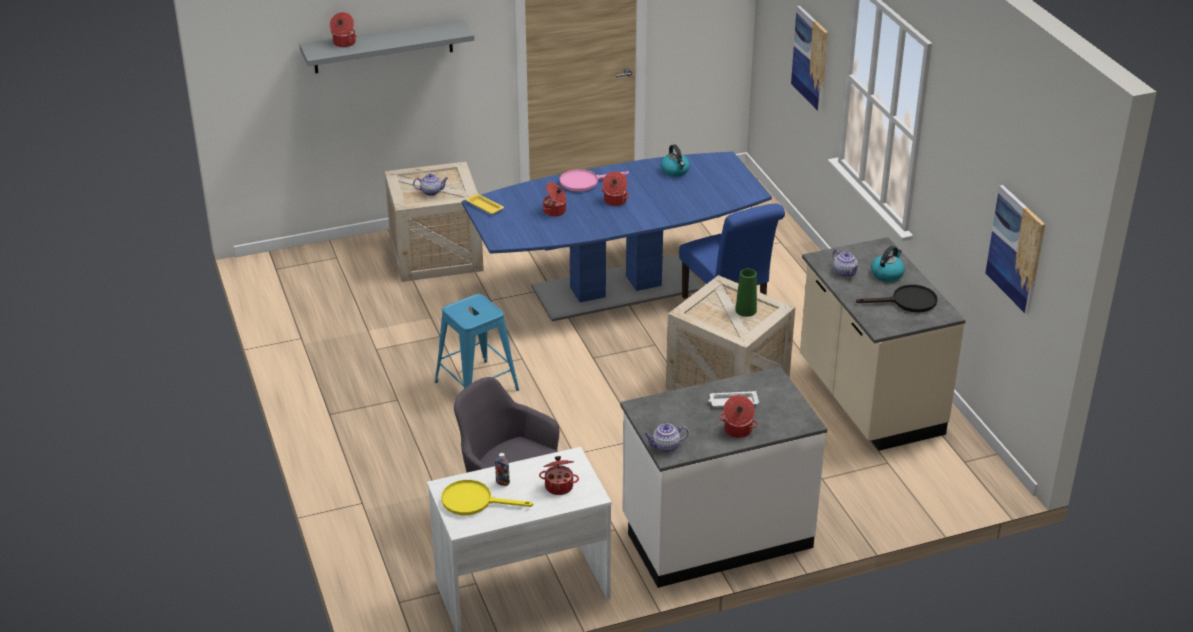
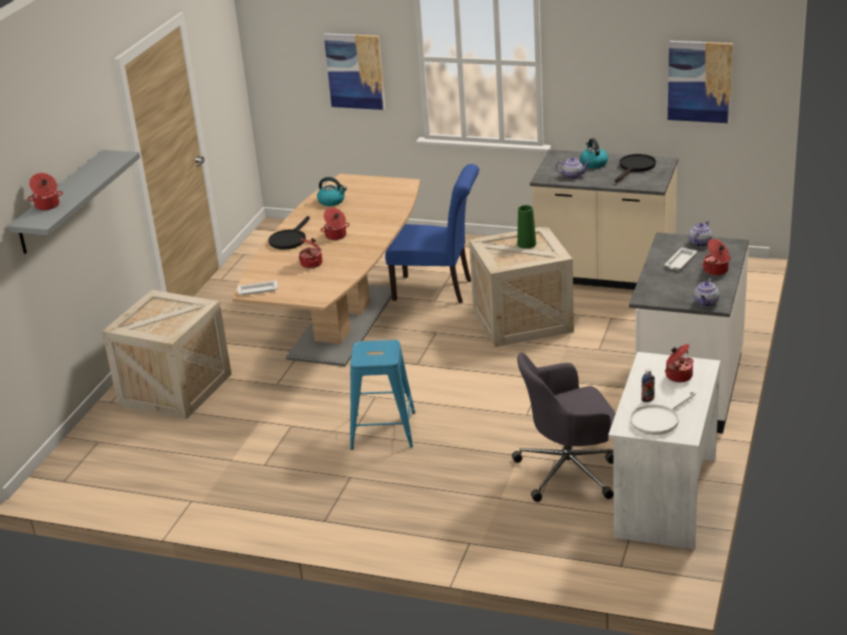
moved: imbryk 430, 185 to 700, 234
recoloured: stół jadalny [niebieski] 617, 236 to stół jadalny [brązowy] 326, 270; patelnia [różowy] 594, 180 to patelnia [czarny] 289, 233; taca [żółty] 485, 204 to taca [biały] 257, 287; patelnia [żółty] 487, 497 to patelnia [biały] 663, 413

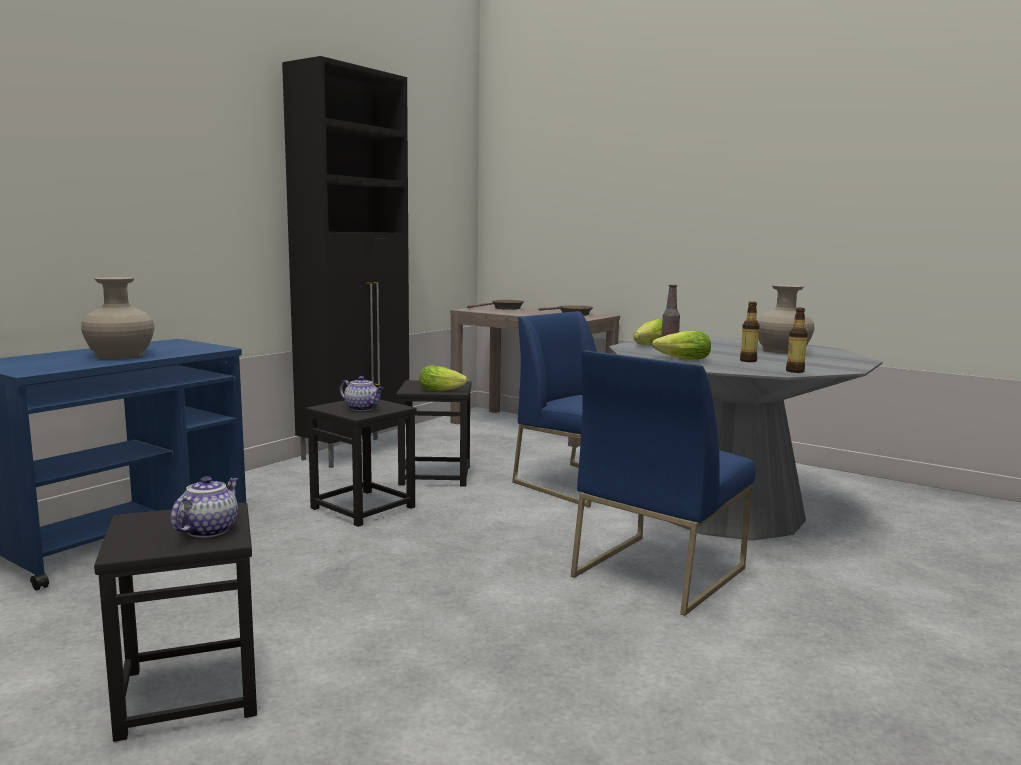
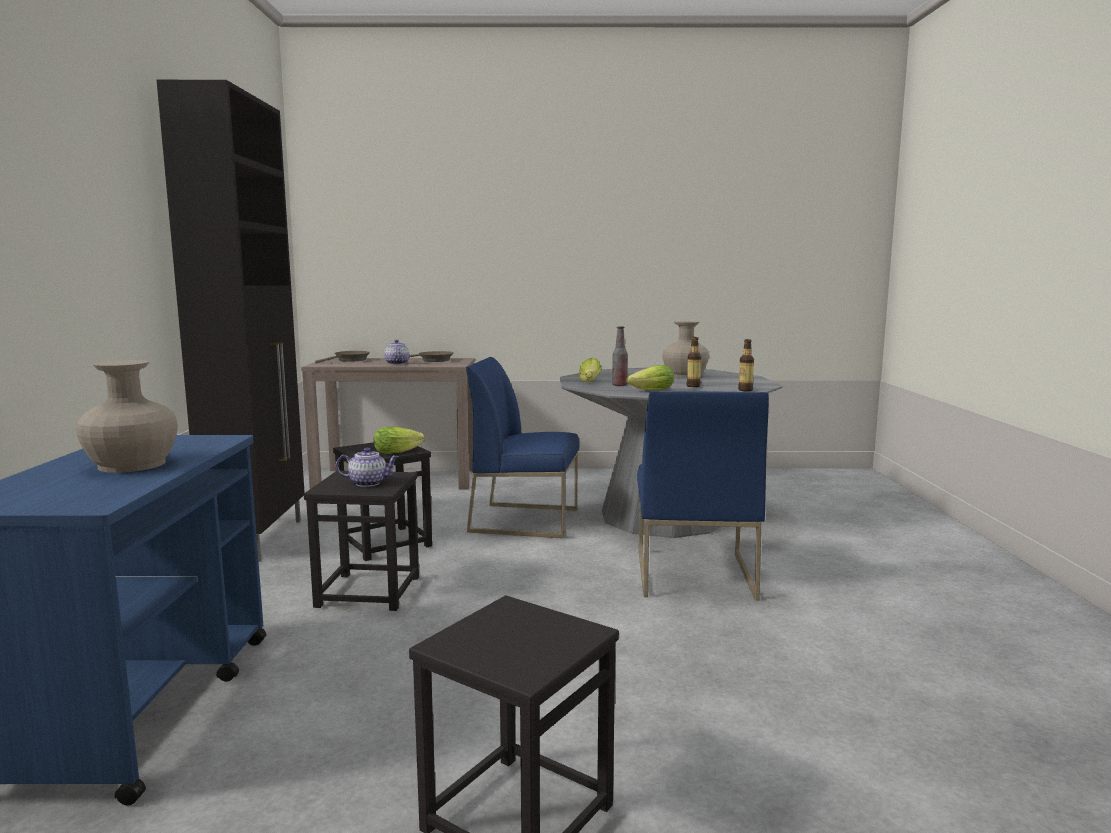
moved: imbryk 205, 507 to 397, 352

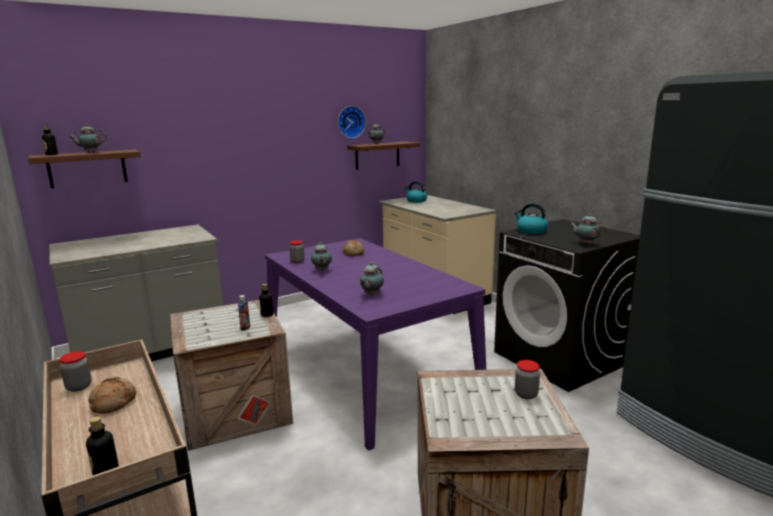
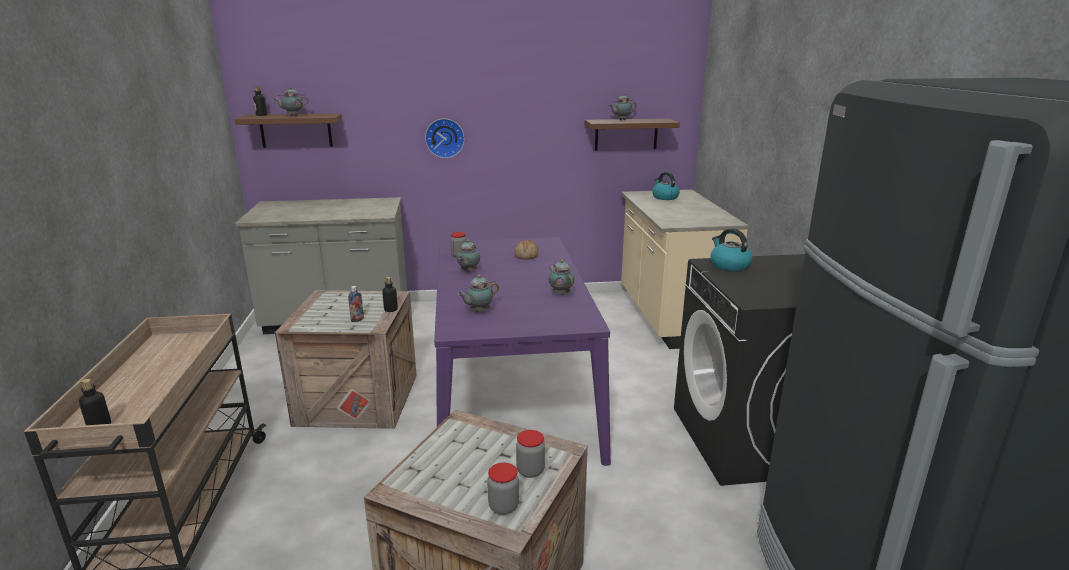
removed: chleb 112, 395
moved: zegar ścienny 352, 122 to 445, 138; imbryk 588, 229 to 562, 277; słoik 75, 371 to 503, 489

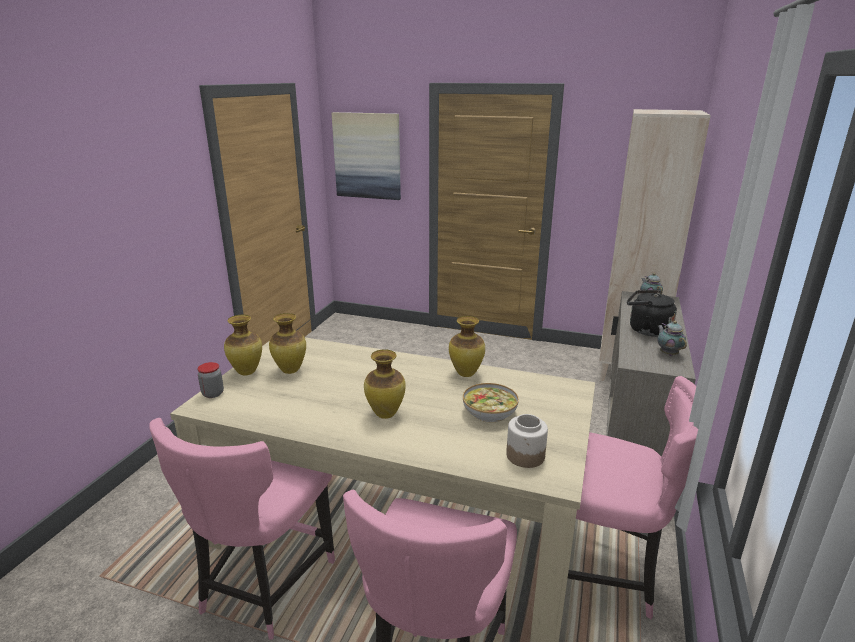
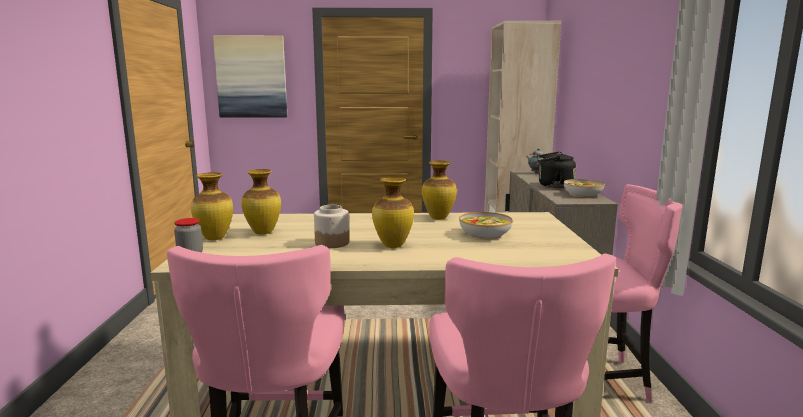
moved: słoik 527, 441 to 331, 226
replaced: imbryk 672, 338 to miska 584, 188

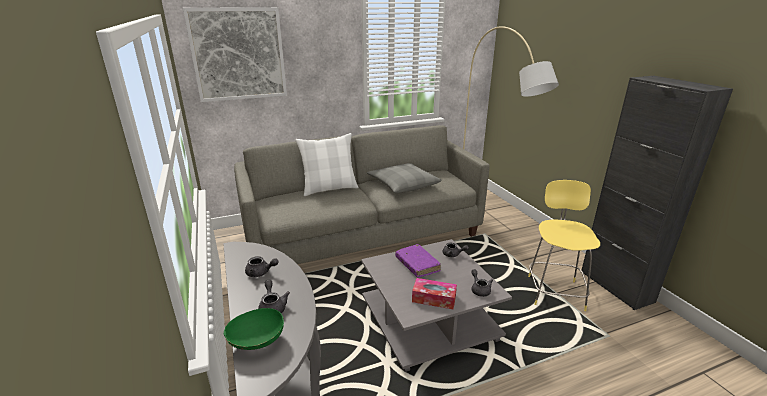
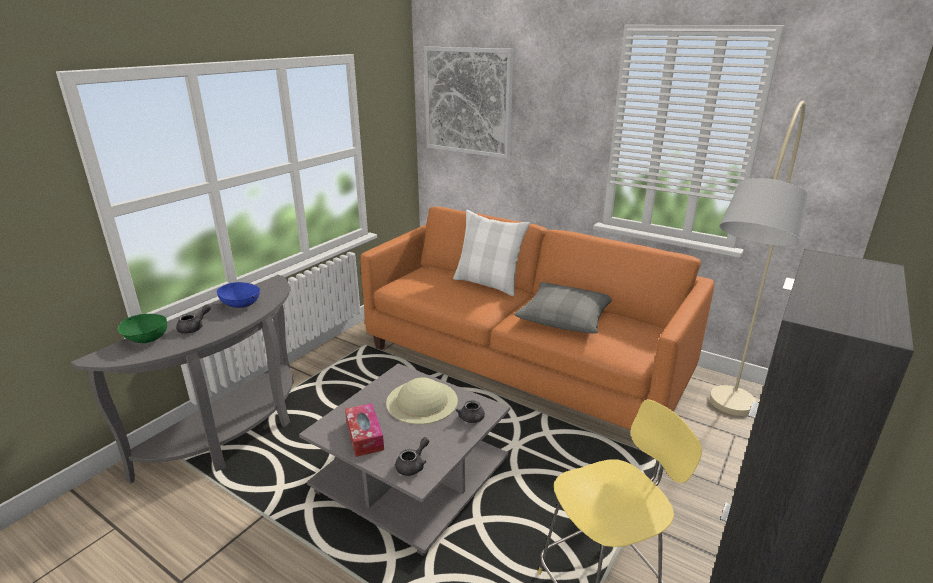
replaced: książka [fioletowy] 418, 260 to kapelusz [beżowy] 422, 400; imbryk [szary] 262, 266 to miska [niebieski] 238, 295
recoloured: kanapa [szary] 362, 194 to kanapa [pomarańczowy] 537, 327

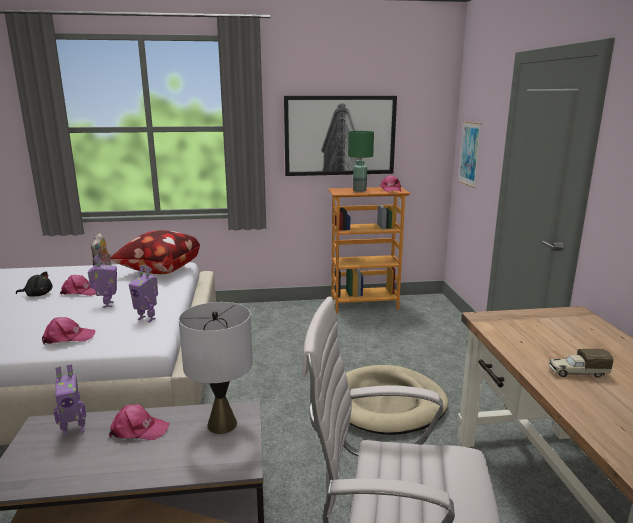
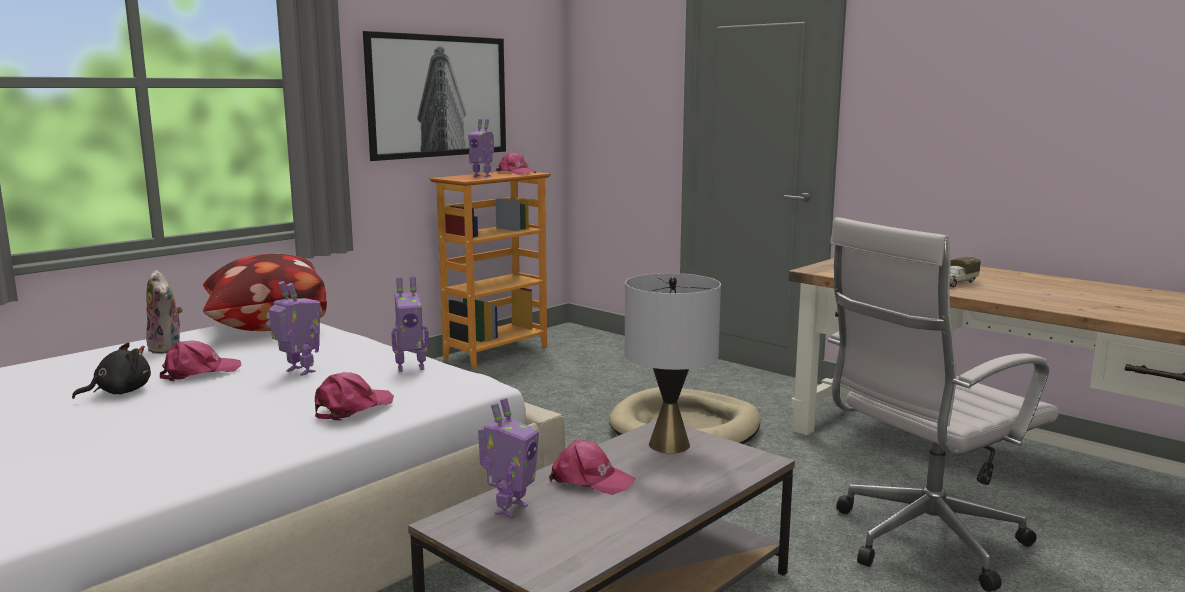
removed: obraz 470, 154
replaced: lampa stołowa [zielony] 361, 161 to robot zabawkowy 481, 148
turned: czapka z daszkiem [różowy] 139, 422 = 592, 467 60 degrees clockwise

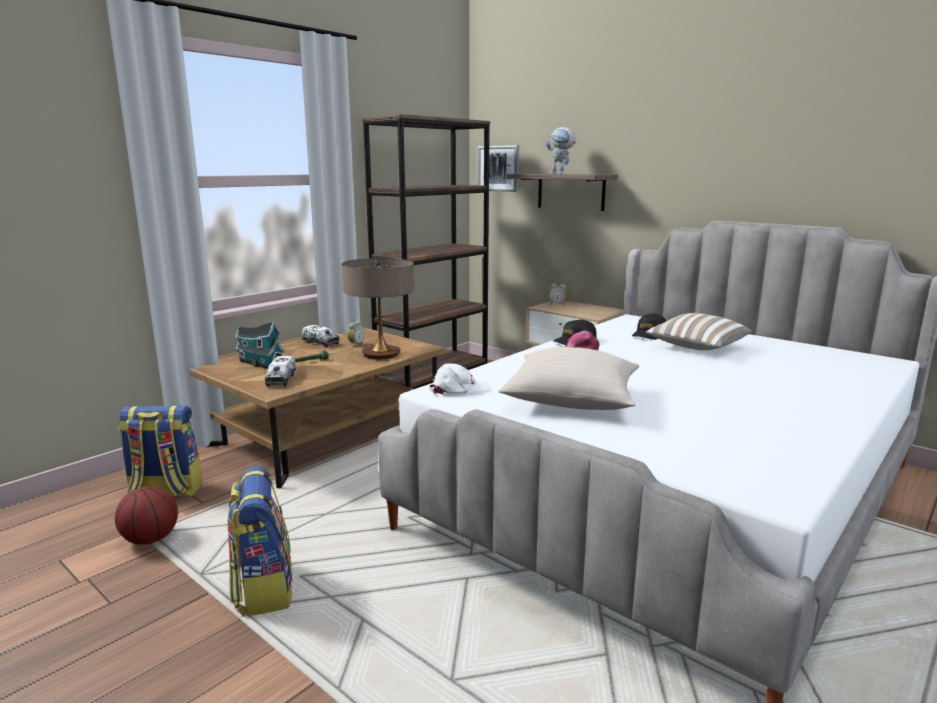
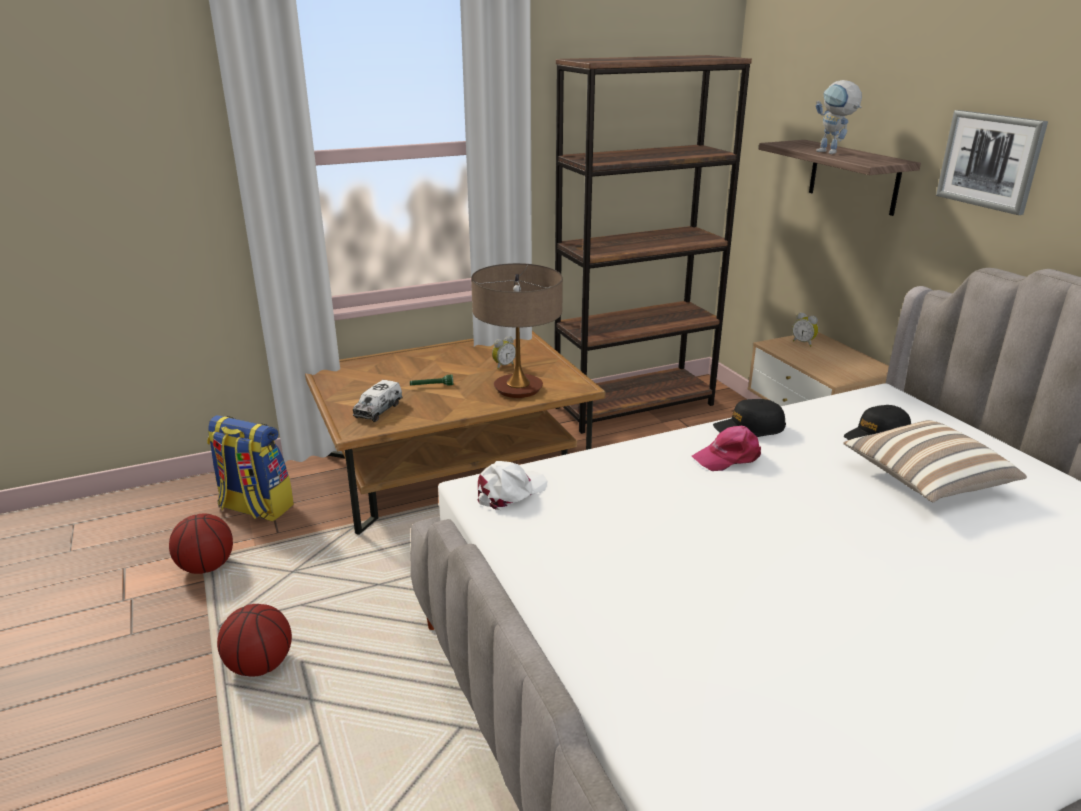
removed: domek 259, 345; ciężarówka zabawkowa 321, 336; poduszka [beżowy] 568, 378
moved: obraz 498, 168 to 992, 162
replaced: plecak 260, 541 to piłka do koszykówki 254, 640
turned: czapka z daszkiem [biały] 460, 379 = 513, 485 60 degrees counterclockwise

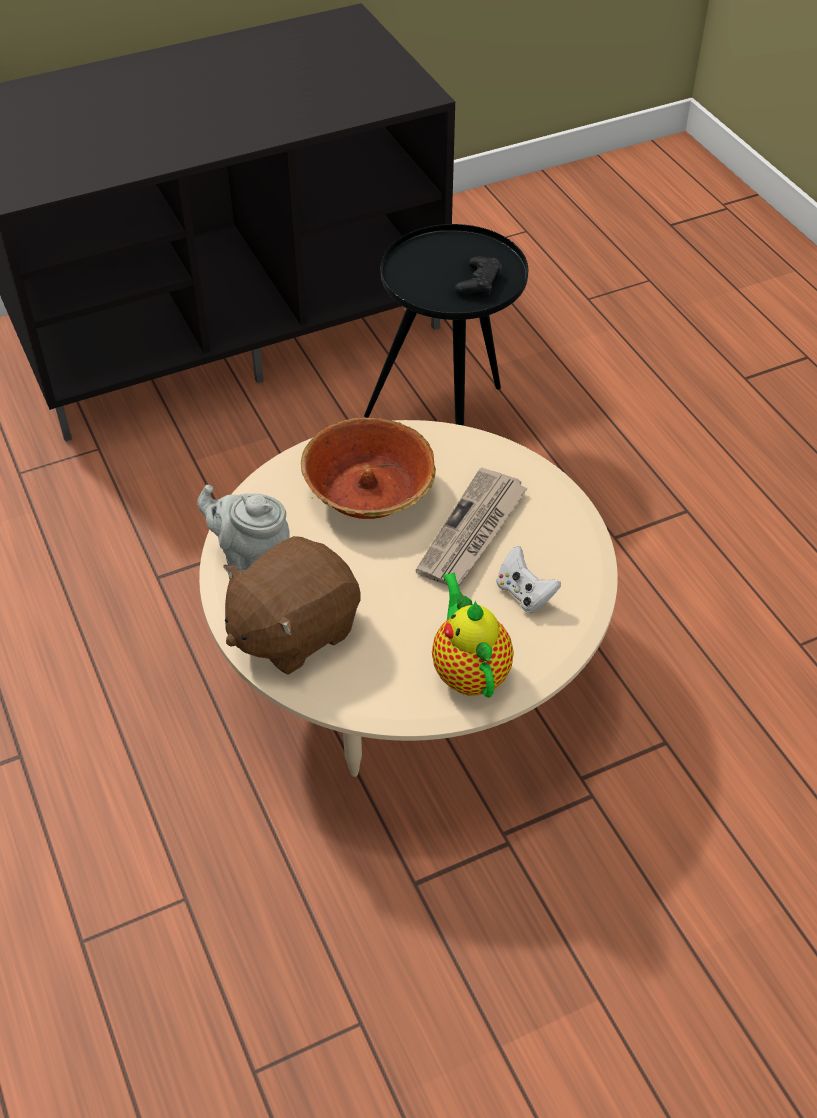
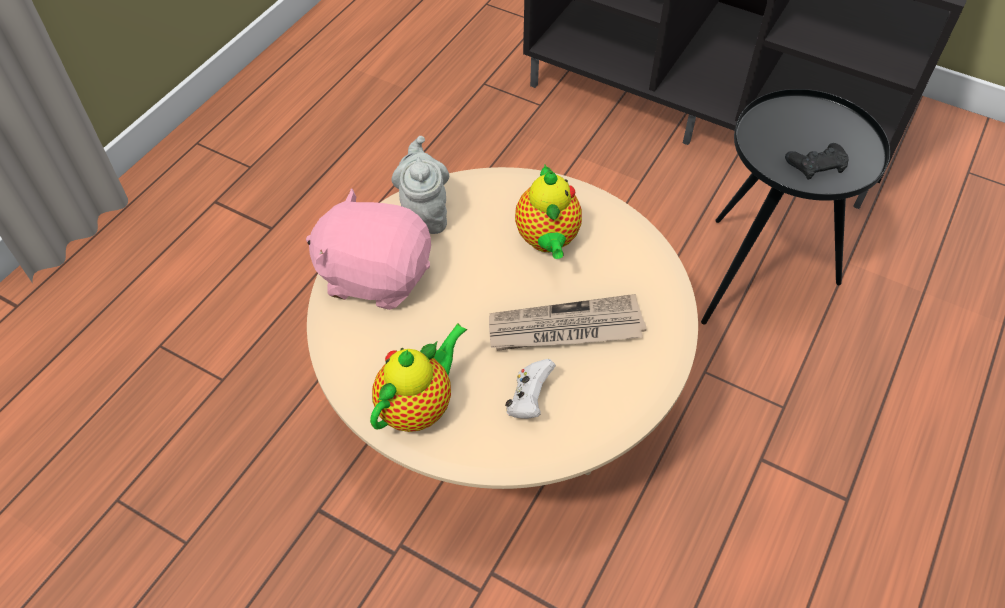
replaced: miska 368, 468 to imbryk 548, 211
recoloured: pluszak [brązowy] 292, 605 to pluszak [różowy] 368, 249

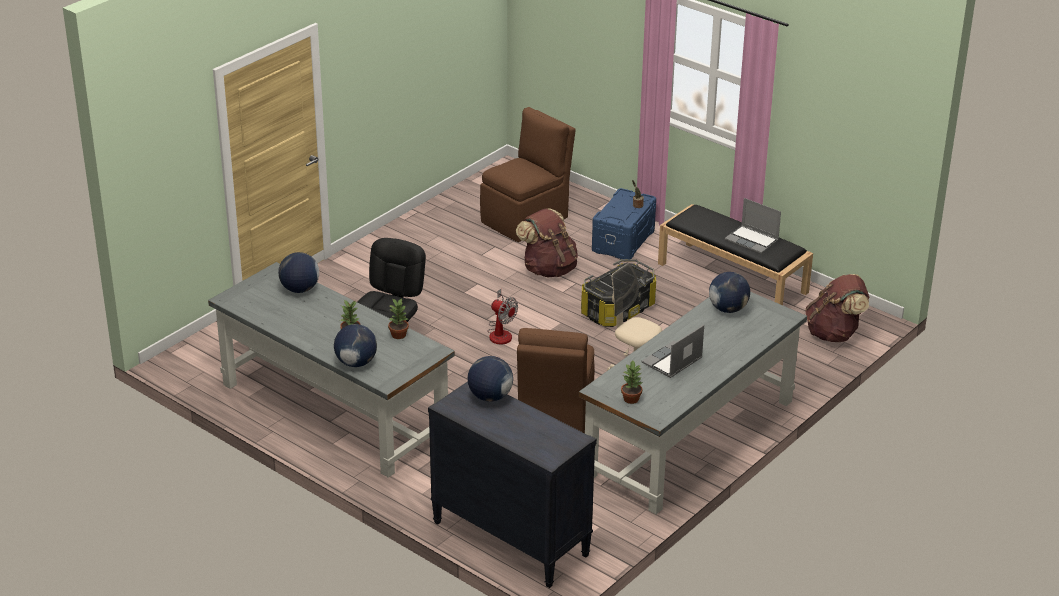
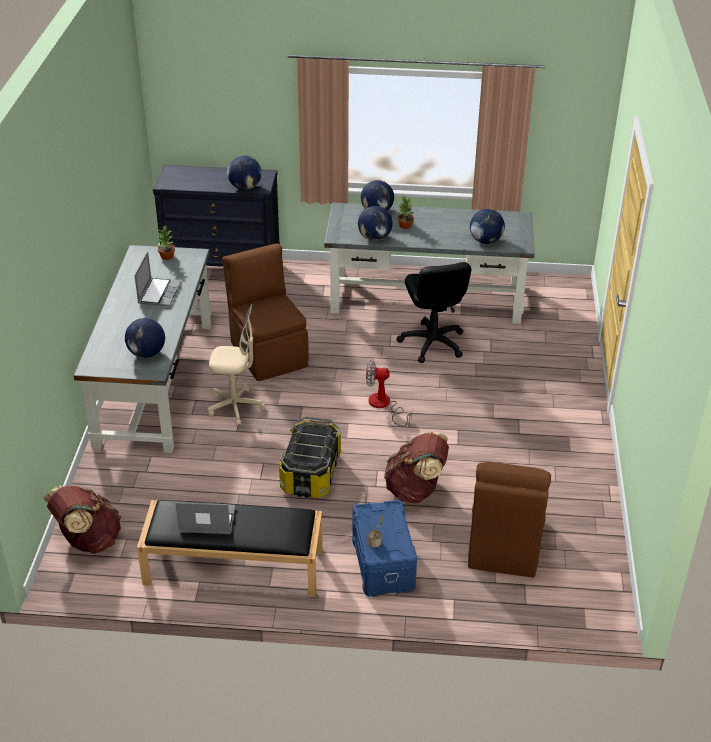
replaced: roślina doniczkowa 398, 318 to globus 375, 223

